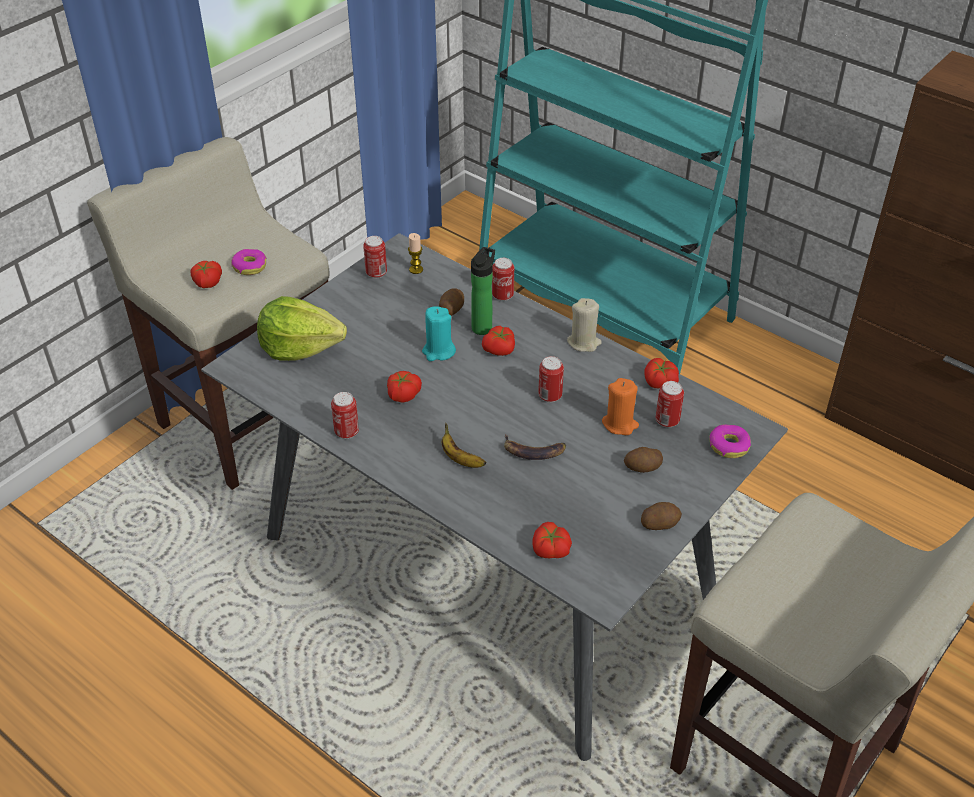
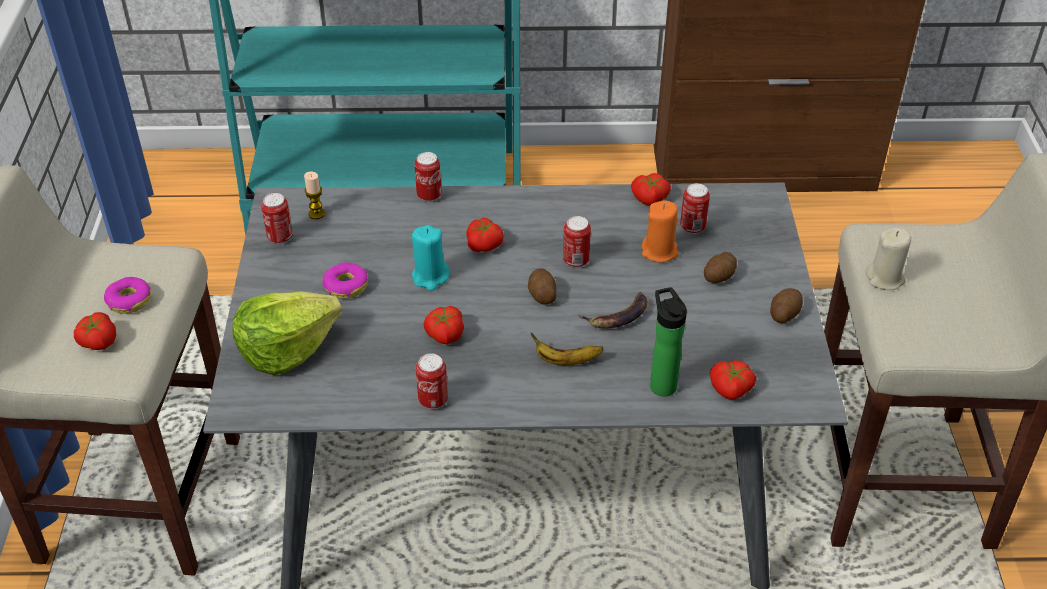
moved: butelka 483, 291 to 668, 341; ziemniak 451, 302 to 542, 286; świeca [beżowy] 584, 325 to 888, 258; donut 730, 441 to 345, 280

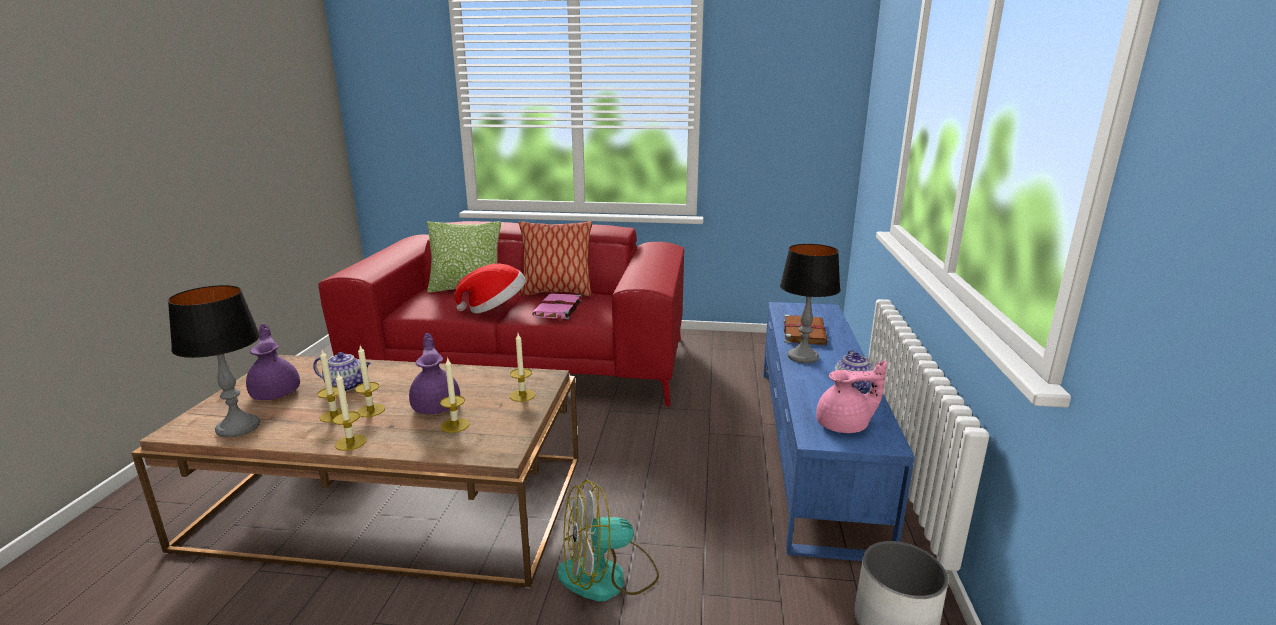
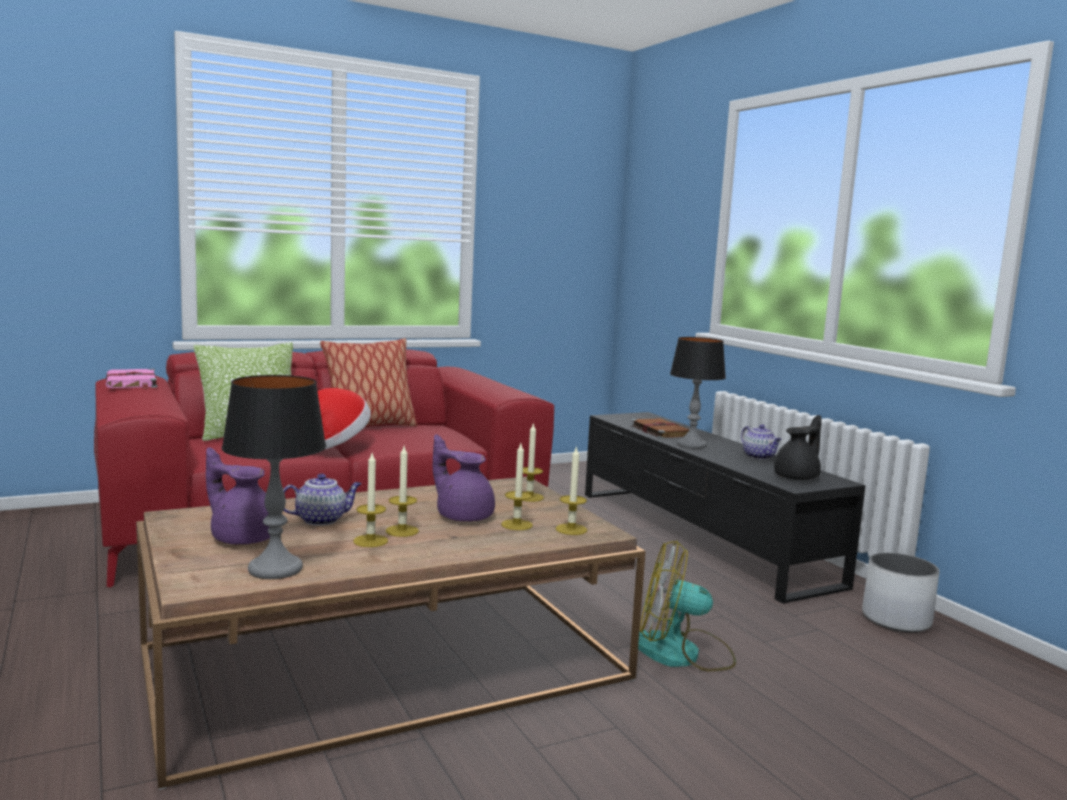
moved: książka [różowy] 557, 307 to 131, 379; świeca 349, 412 to 571, 490
recoloured: szafka pod telewizor [niebieski] 839, 431 to szafka pod telewizor [czarny] 725, 508; imbryk [różowy] 851, 396 to imbryk [czarny] 798, 447
turned: wentylator 608, 540 = 687, 606 60 degrees clockwise

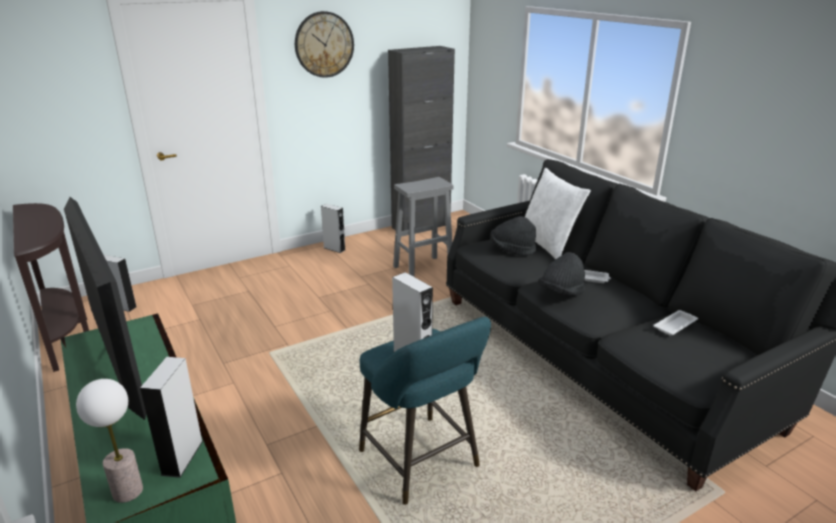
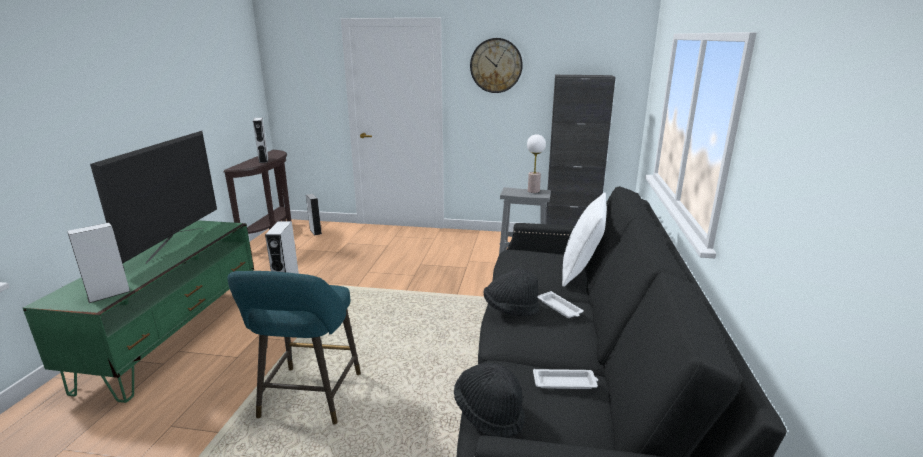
moved: głośnik [szary] 333, 228 to 261, 140; kapelusz [czarny] 513, 236 to 489, 400; lampa stołowa 109, 441 to 536, 163

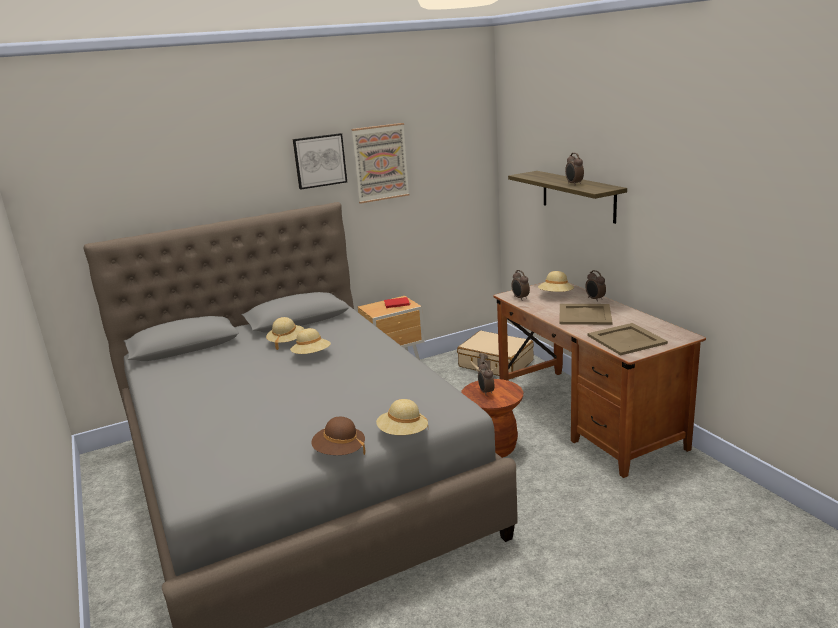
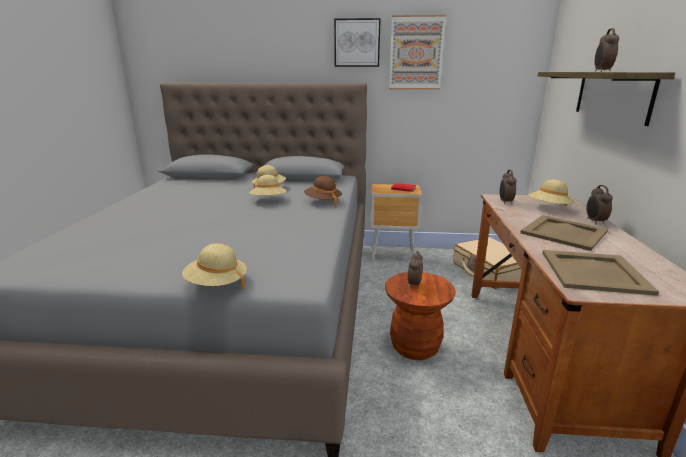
moved: kapelusz [brązowy] 338, 436 to 323, 191

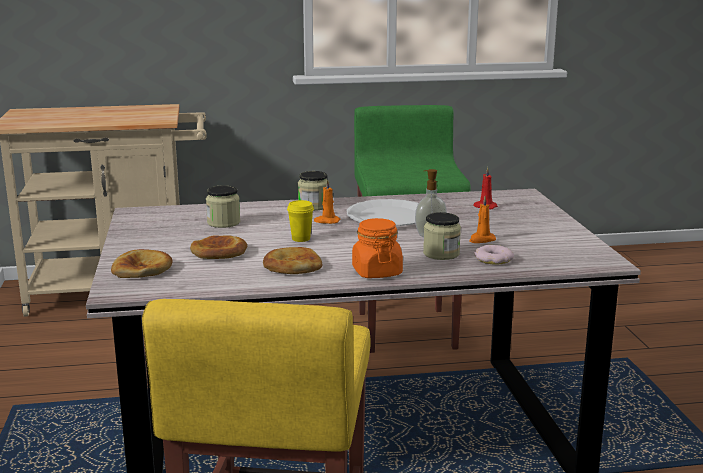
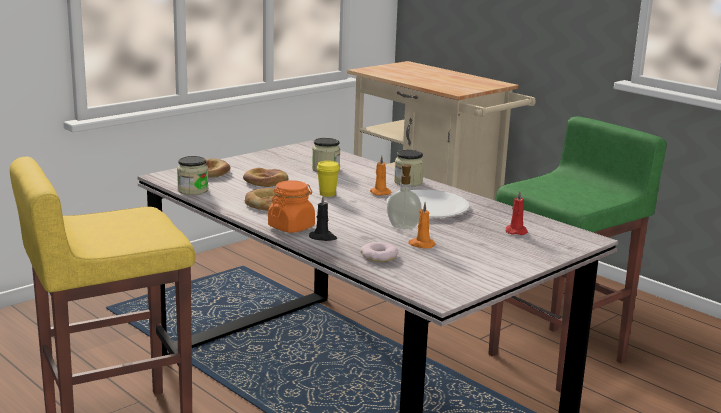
added: świeca [czarny] 323, 218
moved: słoik 442, 236 to 192, 175

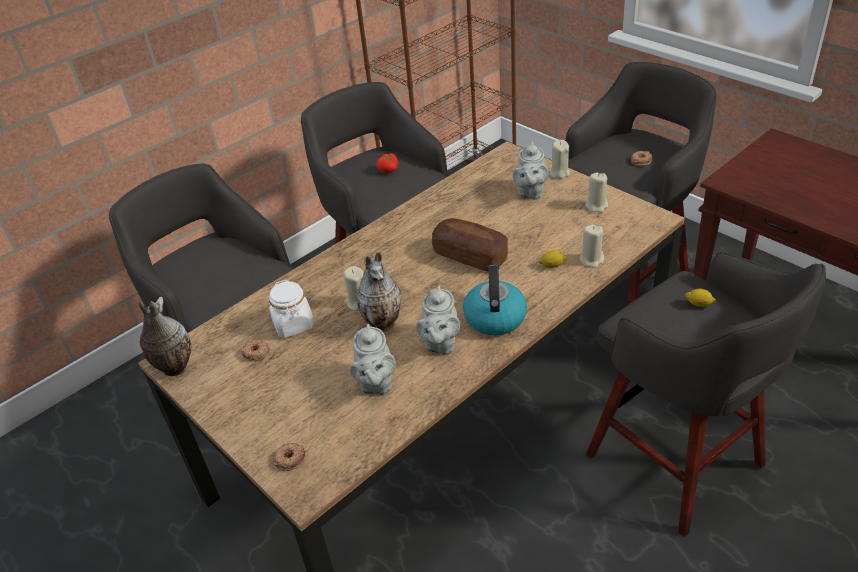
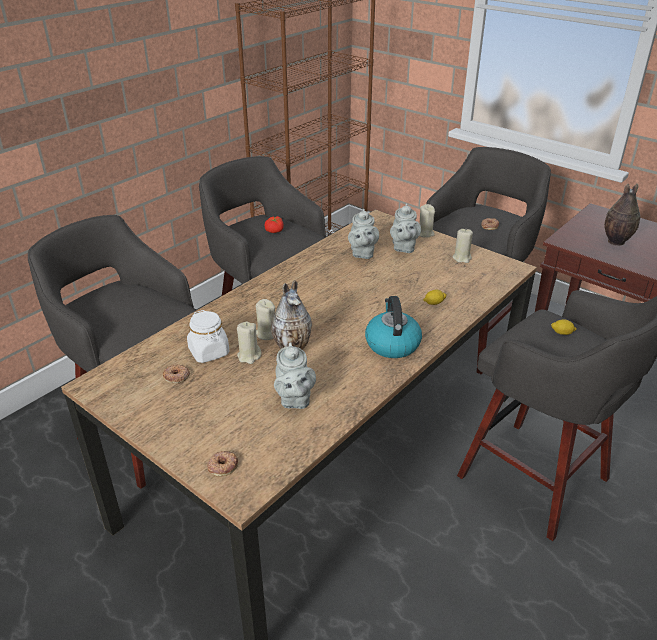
removed: chleb 470, 245
moved: świeca [beżowy] 591, 246 to 249, 342; imbryk [szary] 438, 320 to 363, 234; wazon 165, 336 to 622, 215

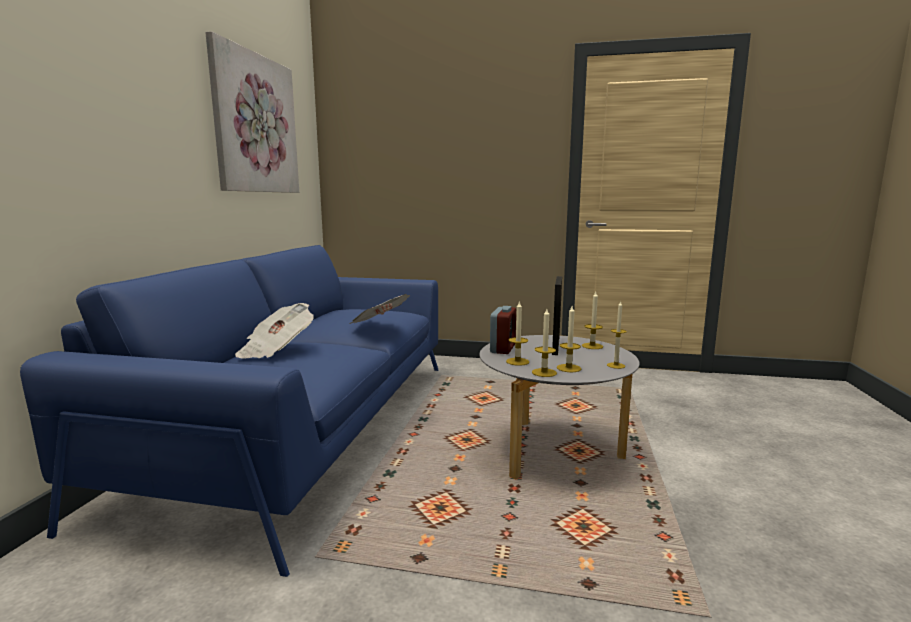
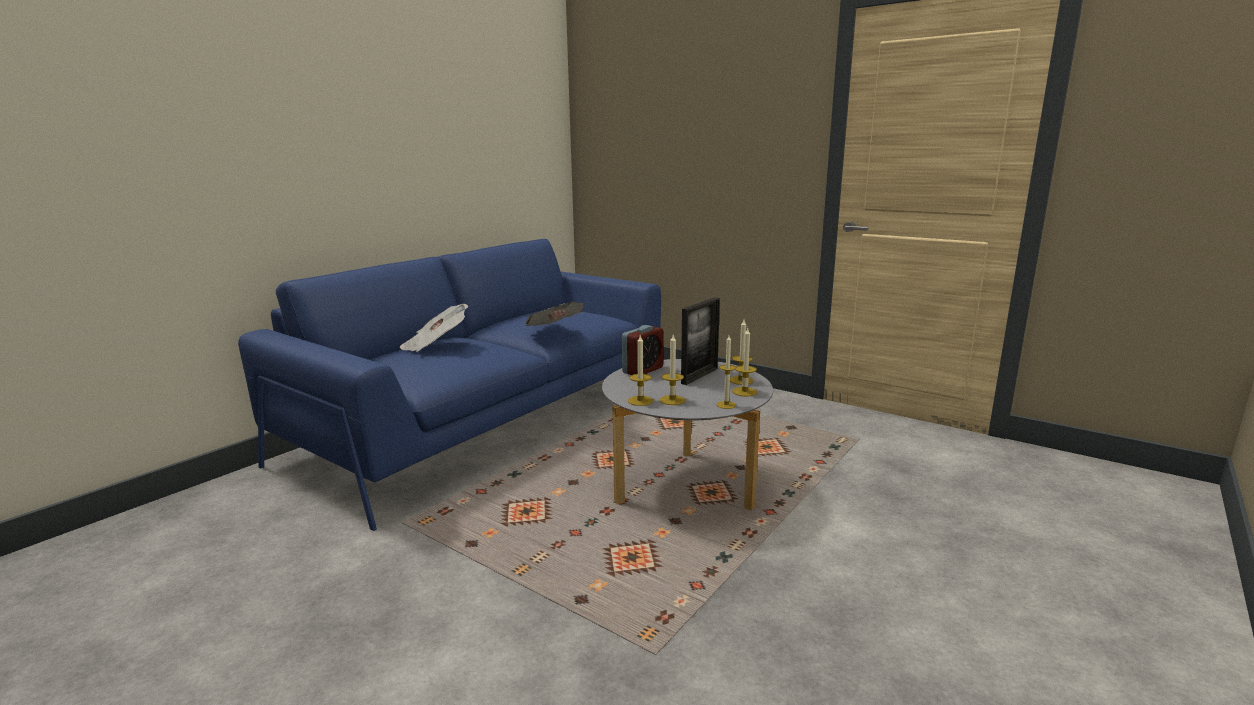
removed: obraz 252, 112
moved: świeca 517, 333 to 744, 362

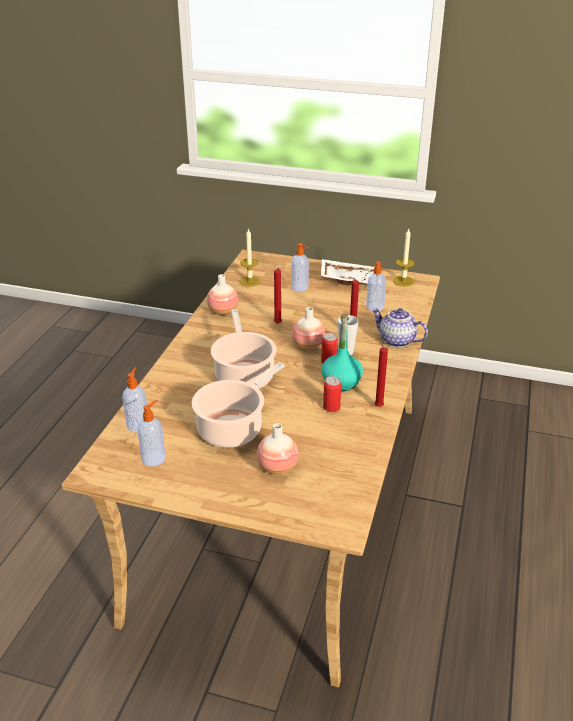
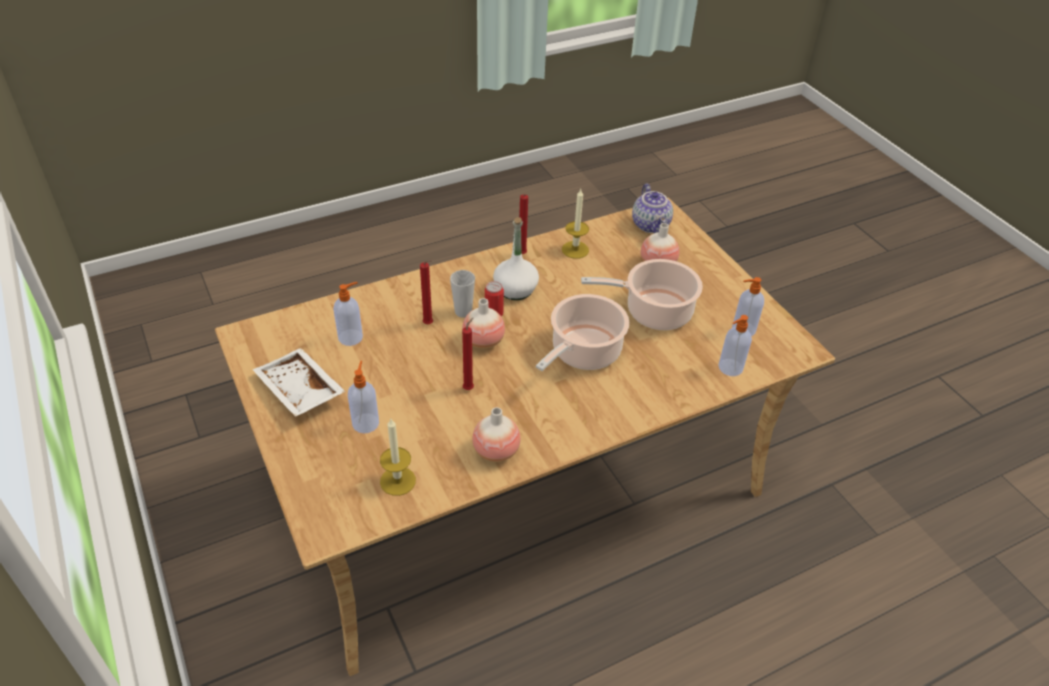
removed: puszka 332, 394
moved: świeca 404, 258 to 575, 224; imbryk 399, 327 to 652, 208
recoloured: butelka [turkusowy] 342, 352 to butelka [biały] 516, 258

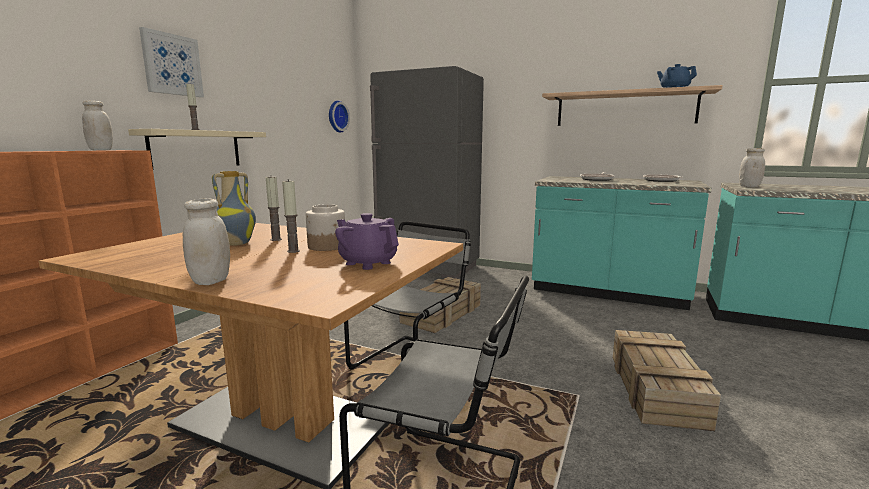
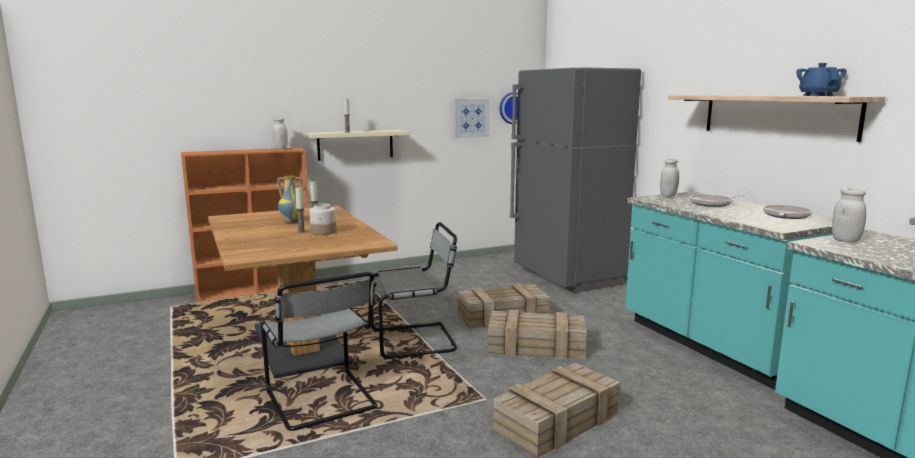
removed: imbryk [fioletowy] 367, 241
added: skrzynka 537, 334
moved: obraz 171, 62 to 472, 118; słoik [biały] 206, 241 to 669, 178

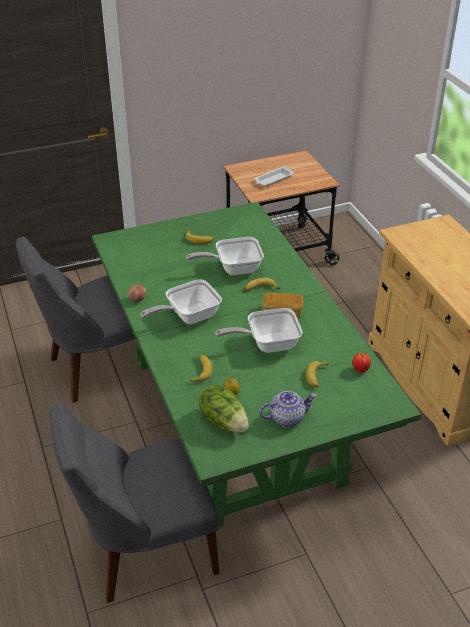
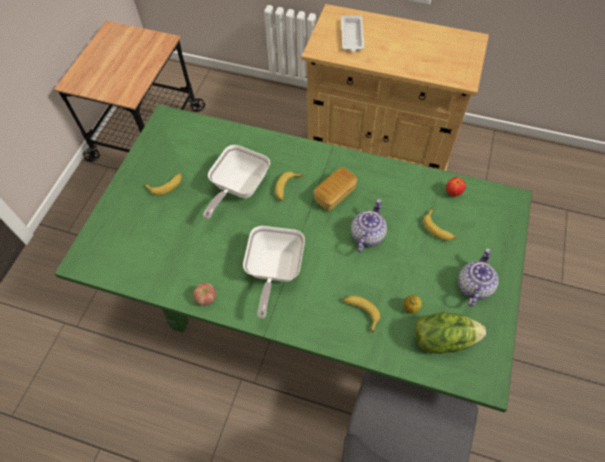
removed: krzesło [szary] 76, 320
moved: taca [biały] 274, 176 to 352, 33
replaced: patelnia 259, 330 to imbryk 369, 226

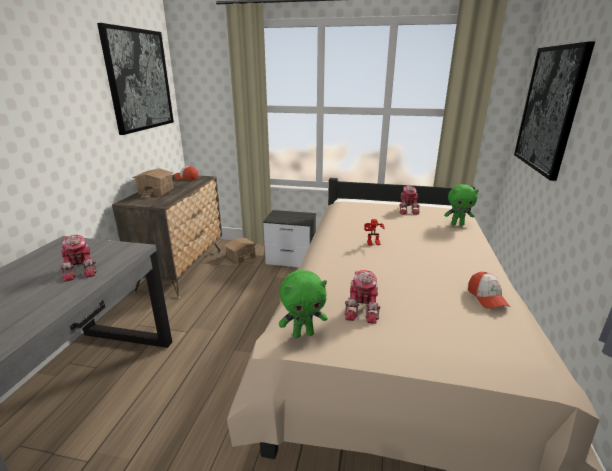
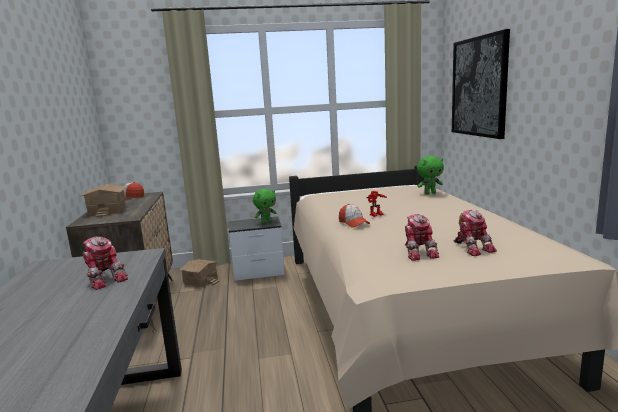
removed: obraz 135, 79
moved: robot zabawkowy 409, 200 to 475, 233; pluszak [zielony] 303, 304 to 265, 206; czapka z daszkiem 489, 290 to 354, 216

